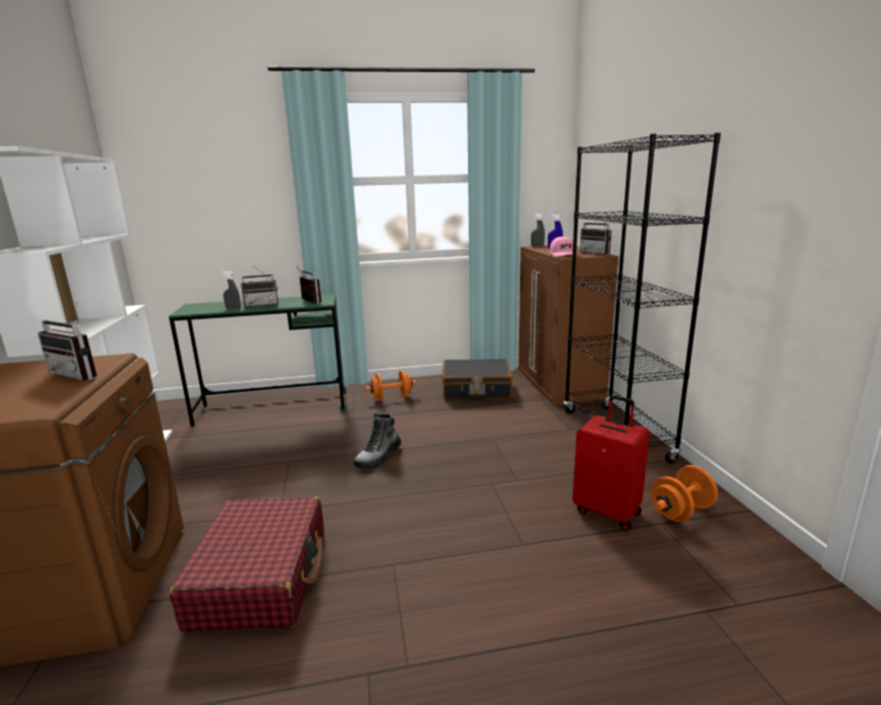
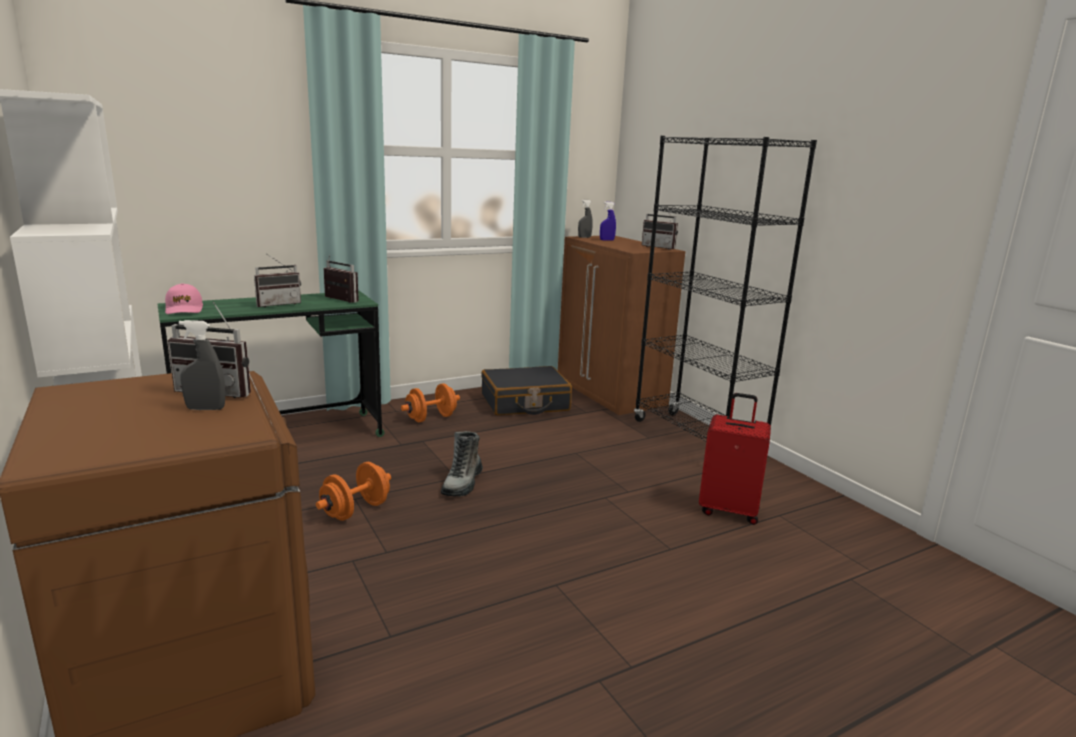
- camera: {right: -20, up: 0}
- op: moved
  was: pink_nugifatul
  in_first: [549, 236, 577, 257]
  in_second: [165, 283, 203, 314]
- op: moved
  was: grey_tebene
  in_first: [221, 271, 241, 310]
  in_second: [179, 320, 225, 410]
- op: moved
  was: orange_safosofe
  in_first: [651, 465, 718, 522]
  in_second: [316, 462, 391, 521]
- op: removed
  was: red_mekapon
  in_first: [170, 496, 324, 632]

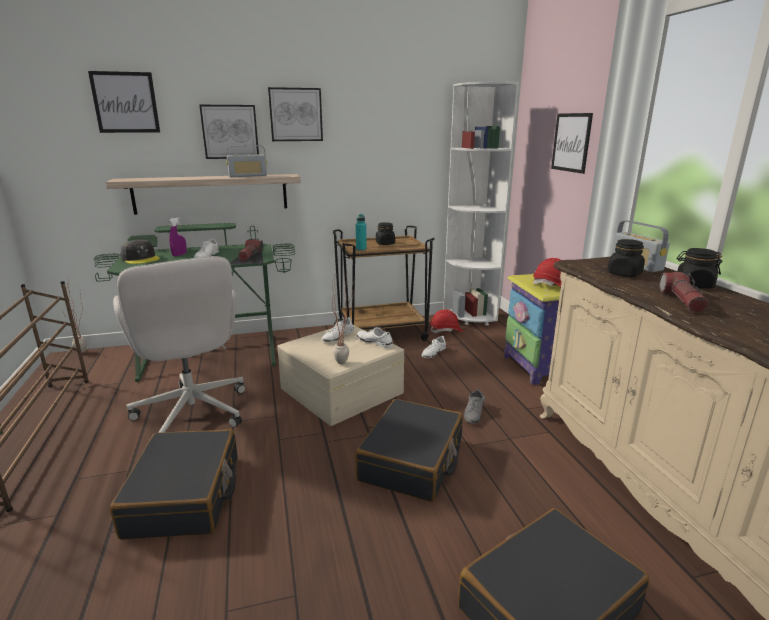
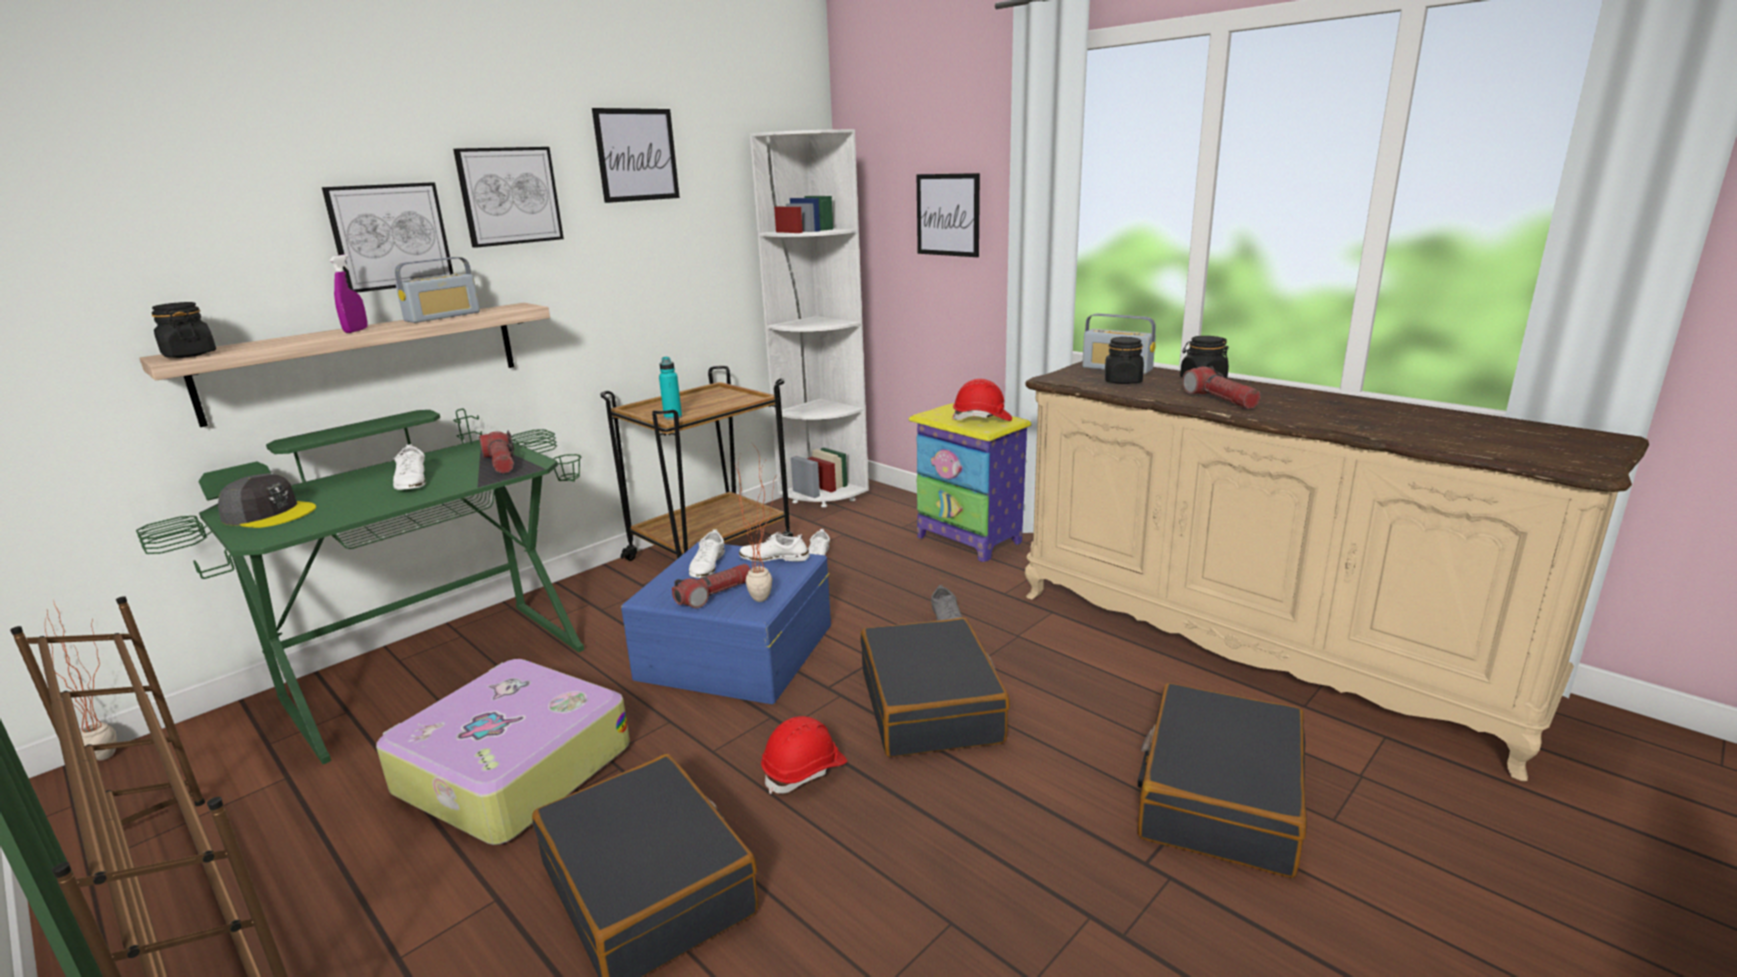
- camera: {right: -30, up: 0}
- op: moved
  was: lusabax
  in_first: [88, 71, 160, 133]
  in_second: [592, 108, 680, 203]
- op: moved
  was: purple_tebene
  in_first: [169, 217, 187, 256]
  in_second: [330, 255, 367, 333]
- op: moved
  was: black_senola
  in_first: [376, 222, 395, 245]
  in_second: [152, 302, 216, 358]
- op: replaced
  was: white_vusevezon
  now: mekapon
  in_first: [113, 256, 245, 433]
  in_second: [376, 659, 630, 845]
- op: moved
  was: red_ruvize
  in_first: [430, 309, 463, 333]
  in_second: [761, 716, 847, 794]
- op: recoloured
  was: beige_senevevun
  now: blue_senevevun
  in_first: [277, 325, 405, 426]
  in_second: [621, 541, 831, 704]
- op: added
  now: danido
  in_second: [672, 564, 750, 608]

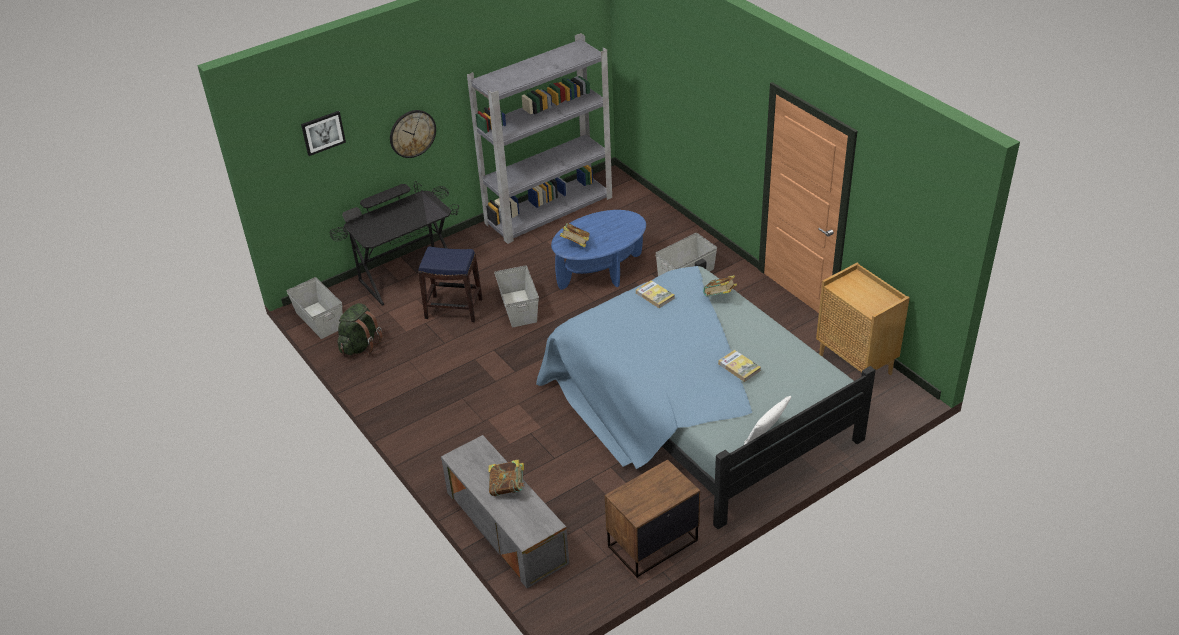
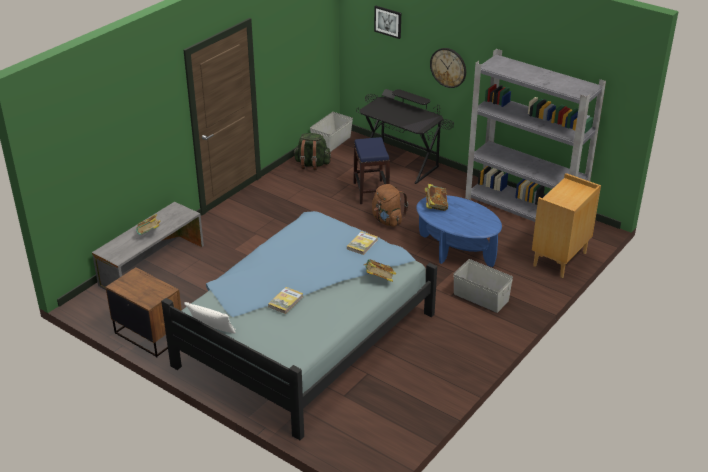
- camera: {right: 70, up: -5}
- op: moved
  was: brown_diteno
  in_first: [816, 263, 910, 375]
  in_second: [532, 173, 601, 278]
- op: replaced
  was: grey_senevevun
  now: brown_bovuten
  in_first: [494, 265, 539, 327]
  in_second: [372, 184, 408, 227]

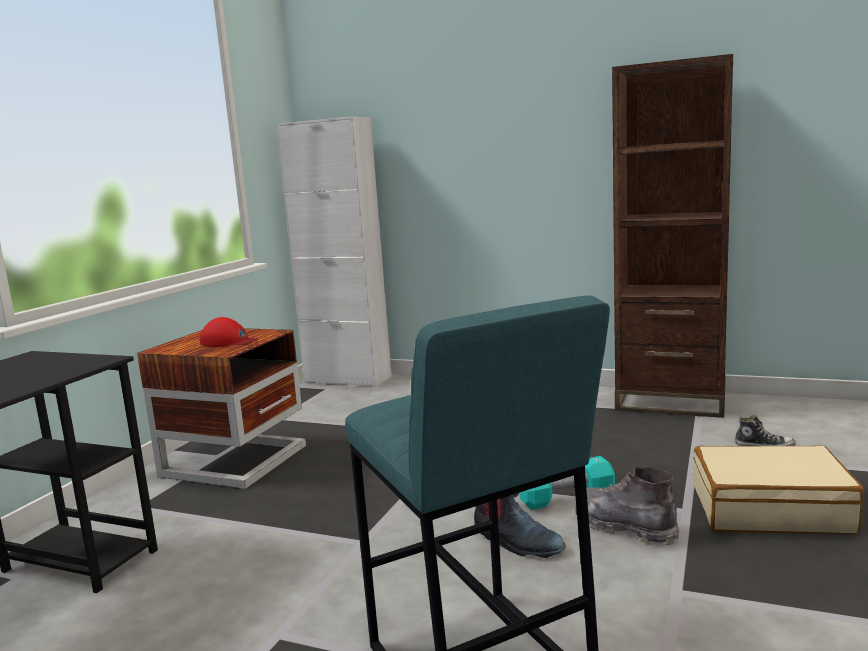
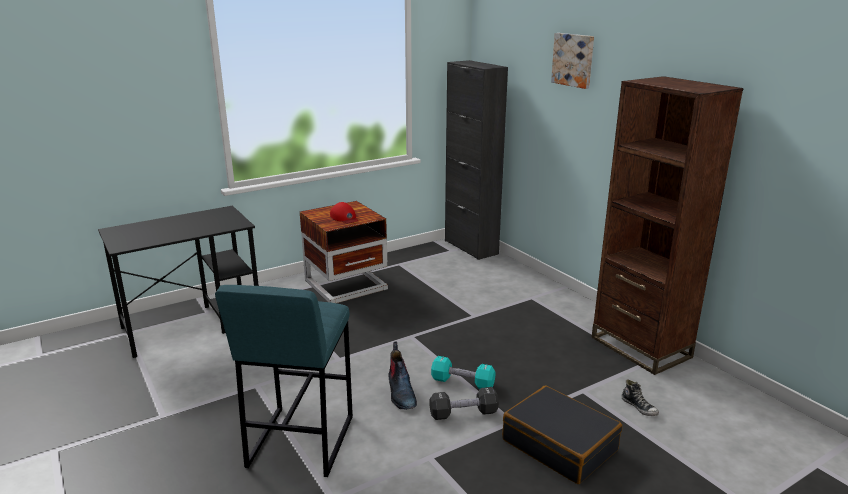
- camera: {right: 35, up: 10}
- op: recoloured
  was: white_diteno
  now: black_diteno
  in_first: [276, 116, 392, 387]
  in_second: [445, 60, 508, 260]
- op: recoloured
  was: beige_mekapon
  now: black_mekapon
  in_first: [693, 446, 864, 534]
  in_second: [502, 385, 622, 484]
- op: replaced
  was: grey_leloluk
  now: black_safosofe
  in_first: [575, 466, 680, 546]
  in_second: [429, 387, 499, 420]
- op: added
  now: lusabax
  in_second: [551, 33, 594, 89]

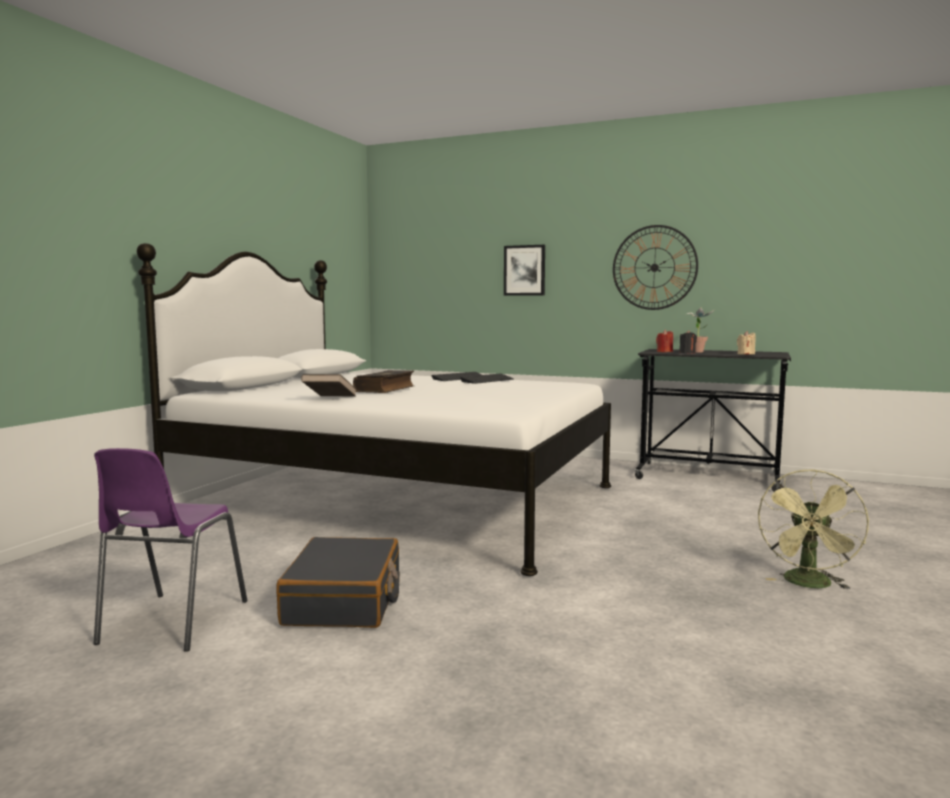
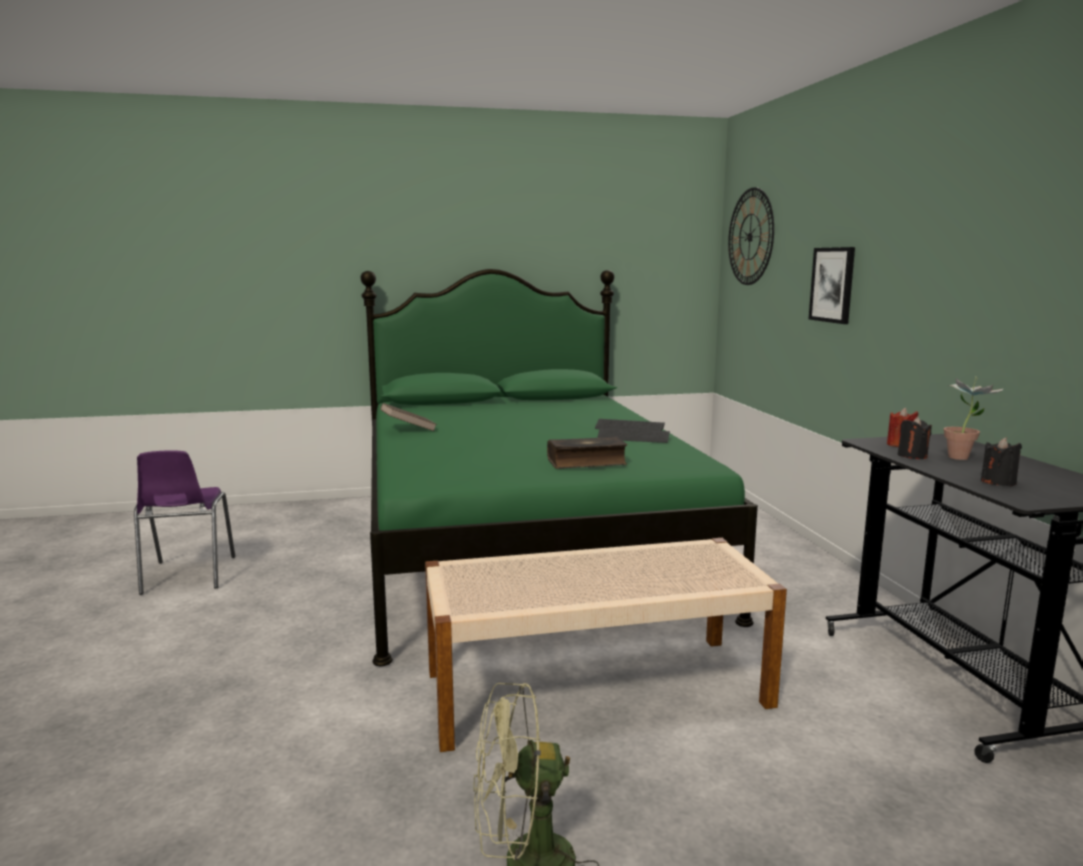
- camera: {right: 55, up: 5}
- op: moved
  was: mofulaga
  in_first: [613, 225, 698, 310]
  in_second: [728, 187, 774, 285]
- op: recoloured
  was: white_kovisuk
  now: green_kovisuk
  in_first: [137, 243, 611, 576]
  in_second: [361, 269, 758, 666]
- op: recoloured
  was: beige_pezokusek
  now: black_pezokusek
  in_first: [737, 331, 756, 355]
  in_second: [981, 438, 1022, 486]
- op: moved
  was: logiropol
  in_first: [353, 370, 414, 393]
  in_second: [547, 436, 627, 469]
- op: turned
  was: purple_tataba
  in_first: [93, 448, 247, 652]
  in_second: [134, 450, 235, 595]
  clockwise: -75
- op: removed
  was: black_mekapon
  in_first: [276, 537, 400, 628]
- op: added
  now: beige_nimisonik
  in_second: [425, 538, 787, 752]

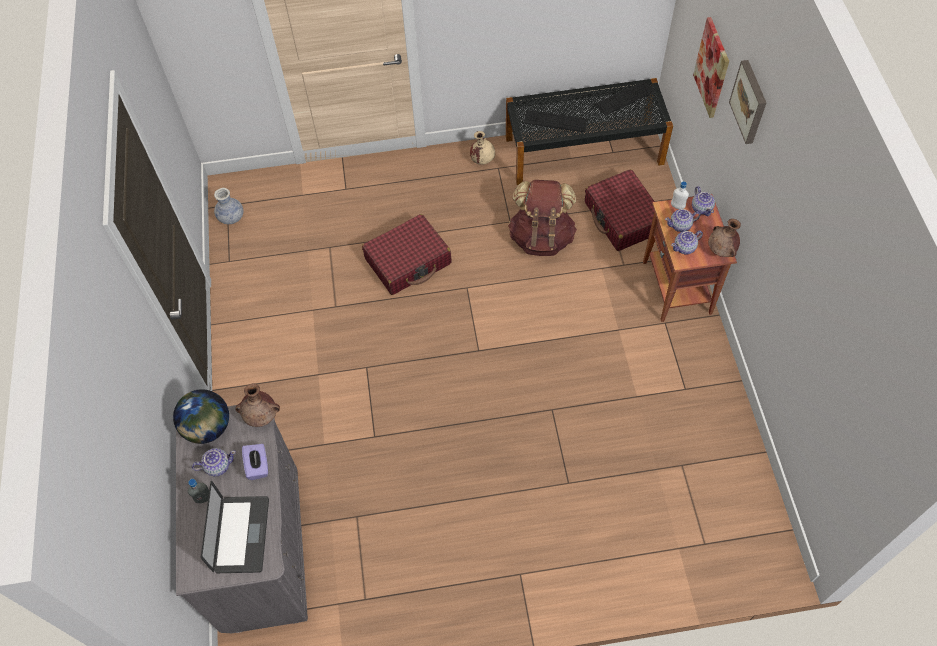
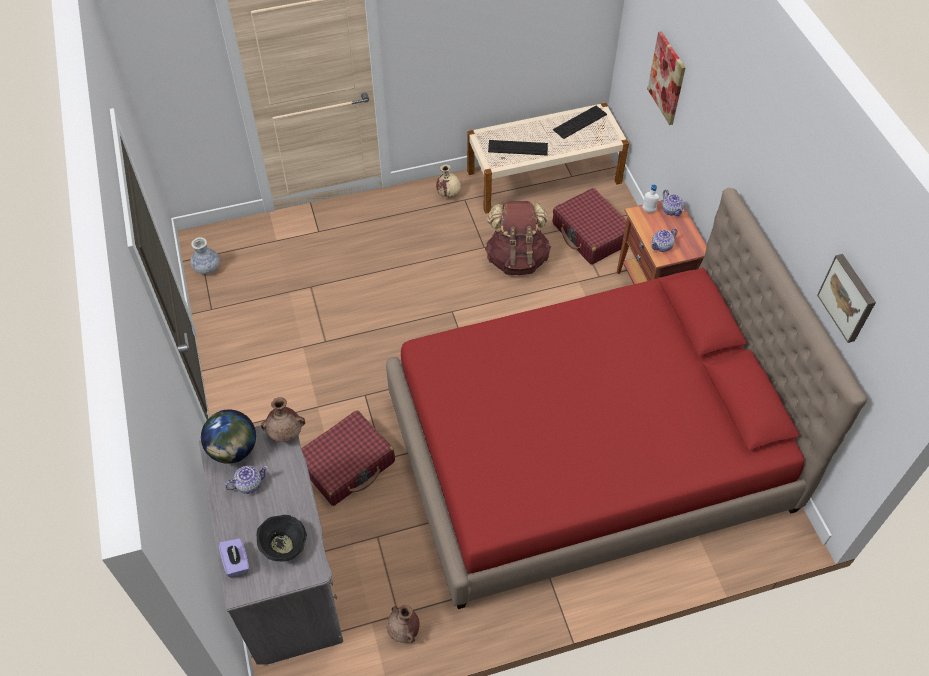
- camera: {right: -10, up: -5}
- op: moved
  was: lusabax
  in_first: [729, 60, 766, 144]
  in_second: [817, 254, 876, 343]
- op: recoloured
  was: black_nimisonik
  now: beige_nimisonik
  in_first: [506, 78, 673, 185]
  in_second: [467, 102, 629, 214]
- op: removed
  was: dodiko
  in_first: [665, 209, 700, 232]
- op: moved
  was: red_mekapon
  in_first: [362, 214, 451, 295]
  in_second: [301, 410, 395, 506]
- op: moved
  was: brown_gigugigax
  in_first: [708, 219, 741, 257]
  in_second: [386, 605, 420, 643]
- op: moved
  was: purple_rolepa
  in_first: [242, 444, 268, 480]
  in_second: [218, 538, 249, 578]
- op: removed
  was: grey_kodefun
  in_first: [188, 479, 209, 503]
- op: replaced
  was: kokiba
  now: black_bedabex
  in_first: [201, 481, 269, 573]
  in_second: [257, 515, 307, 562]
- op: added
  now: red_kovisuk
  in_second: [386, 188, 867, 609]

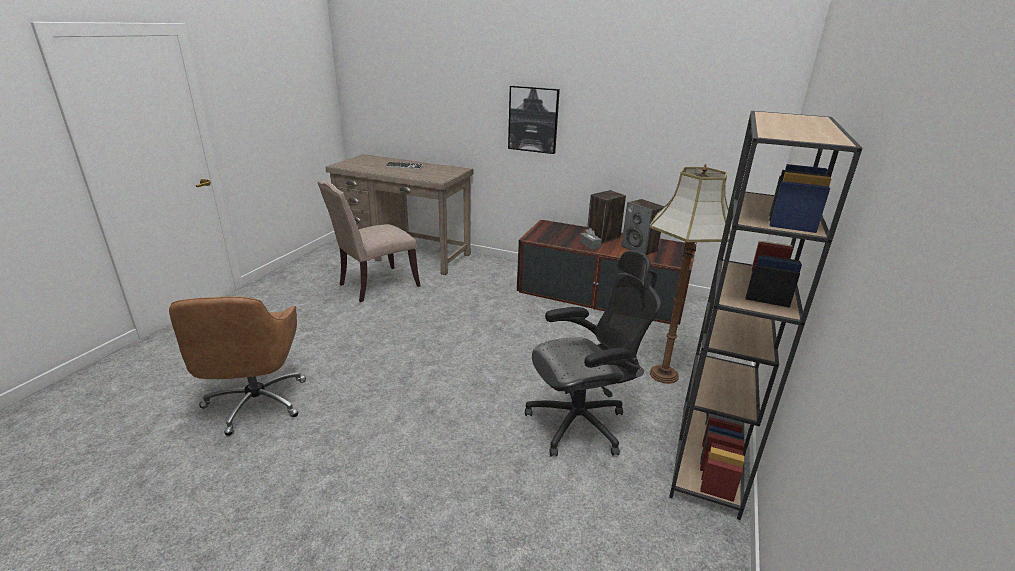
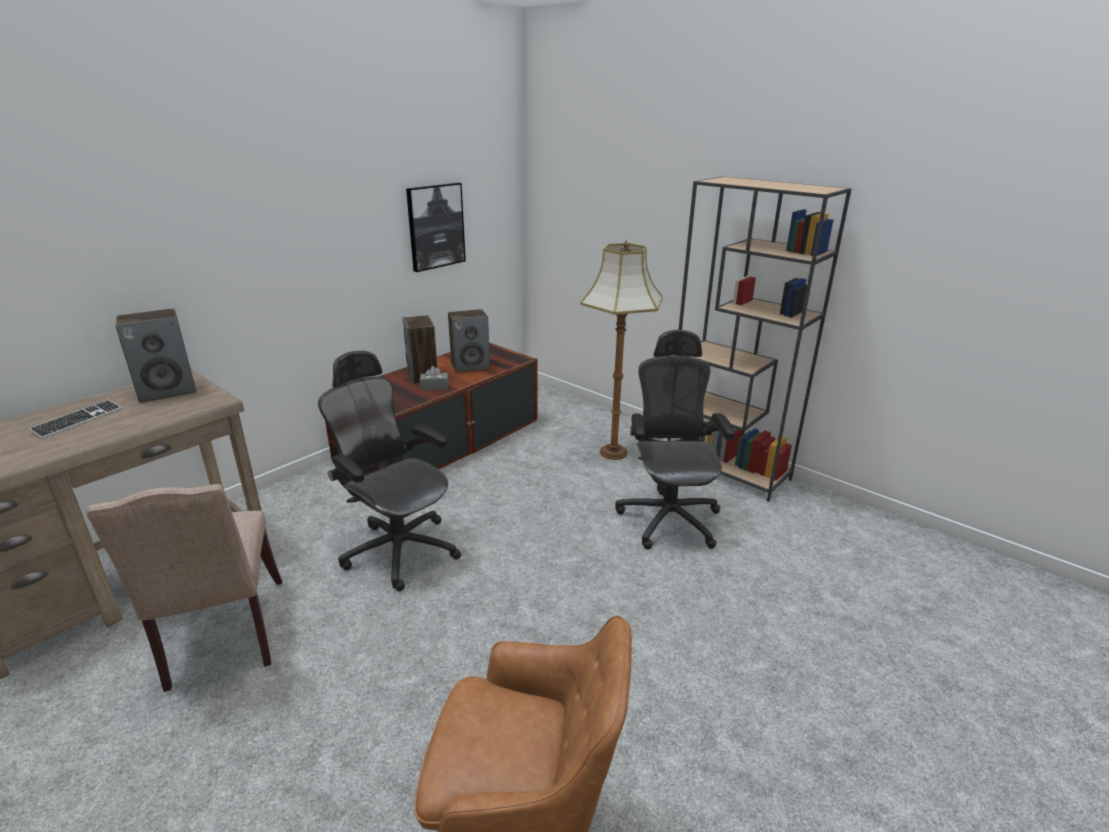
- camera: {right: -70, up: 0}
- op: moved
  was: lusabax
  in_first: [508, 86, 560, 154]
  in_second: [406, 183, 466, 272]
- op: added
  now: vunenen
  in_second: [115, 308, 196, 403]
- op: added
  now: vusevezon
  in_second: [318, 351, 461, 591]

